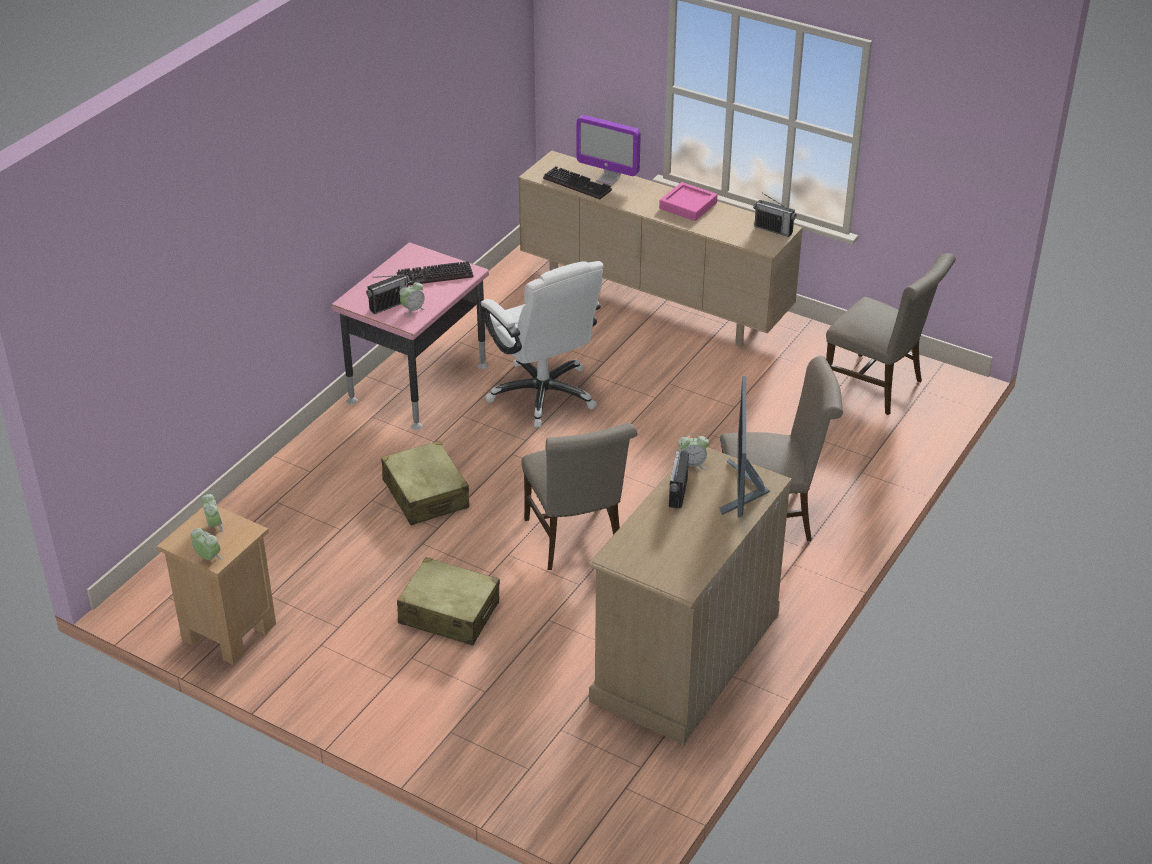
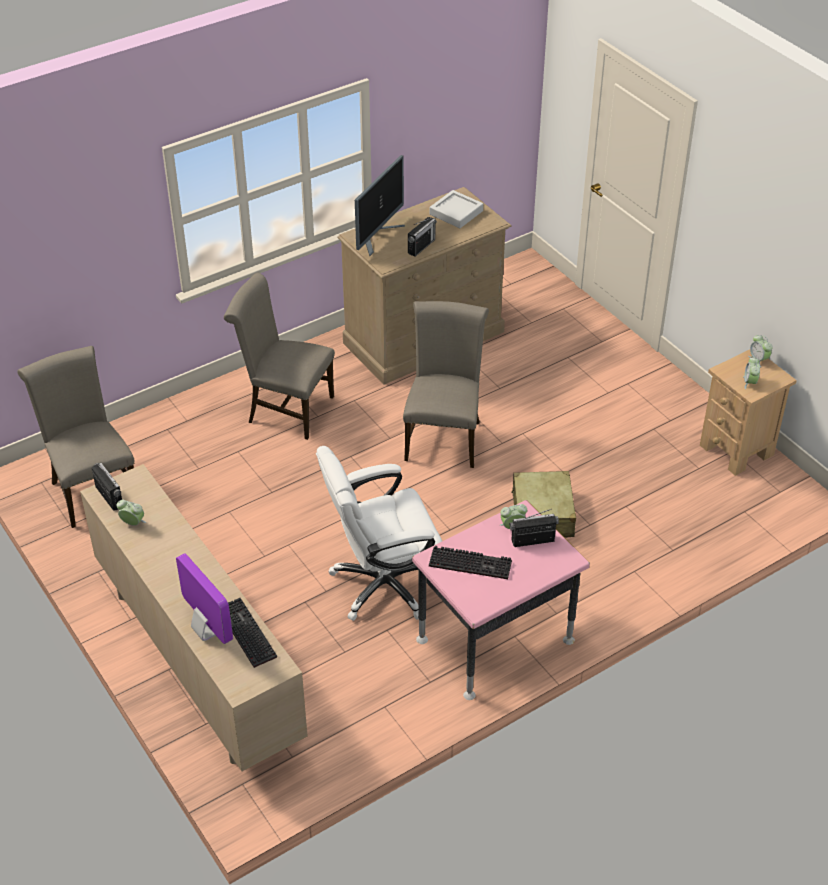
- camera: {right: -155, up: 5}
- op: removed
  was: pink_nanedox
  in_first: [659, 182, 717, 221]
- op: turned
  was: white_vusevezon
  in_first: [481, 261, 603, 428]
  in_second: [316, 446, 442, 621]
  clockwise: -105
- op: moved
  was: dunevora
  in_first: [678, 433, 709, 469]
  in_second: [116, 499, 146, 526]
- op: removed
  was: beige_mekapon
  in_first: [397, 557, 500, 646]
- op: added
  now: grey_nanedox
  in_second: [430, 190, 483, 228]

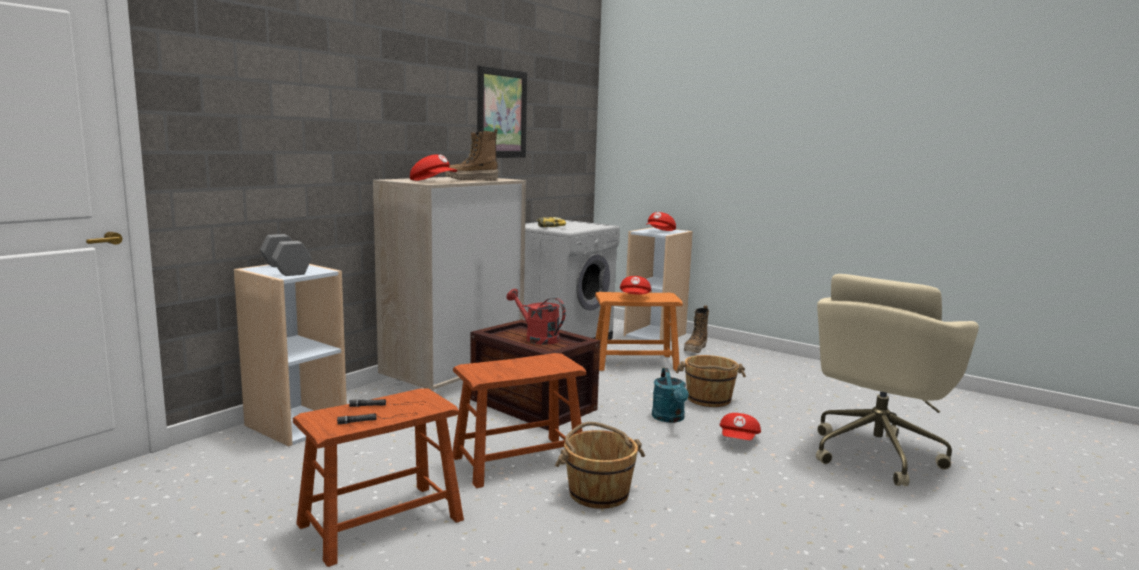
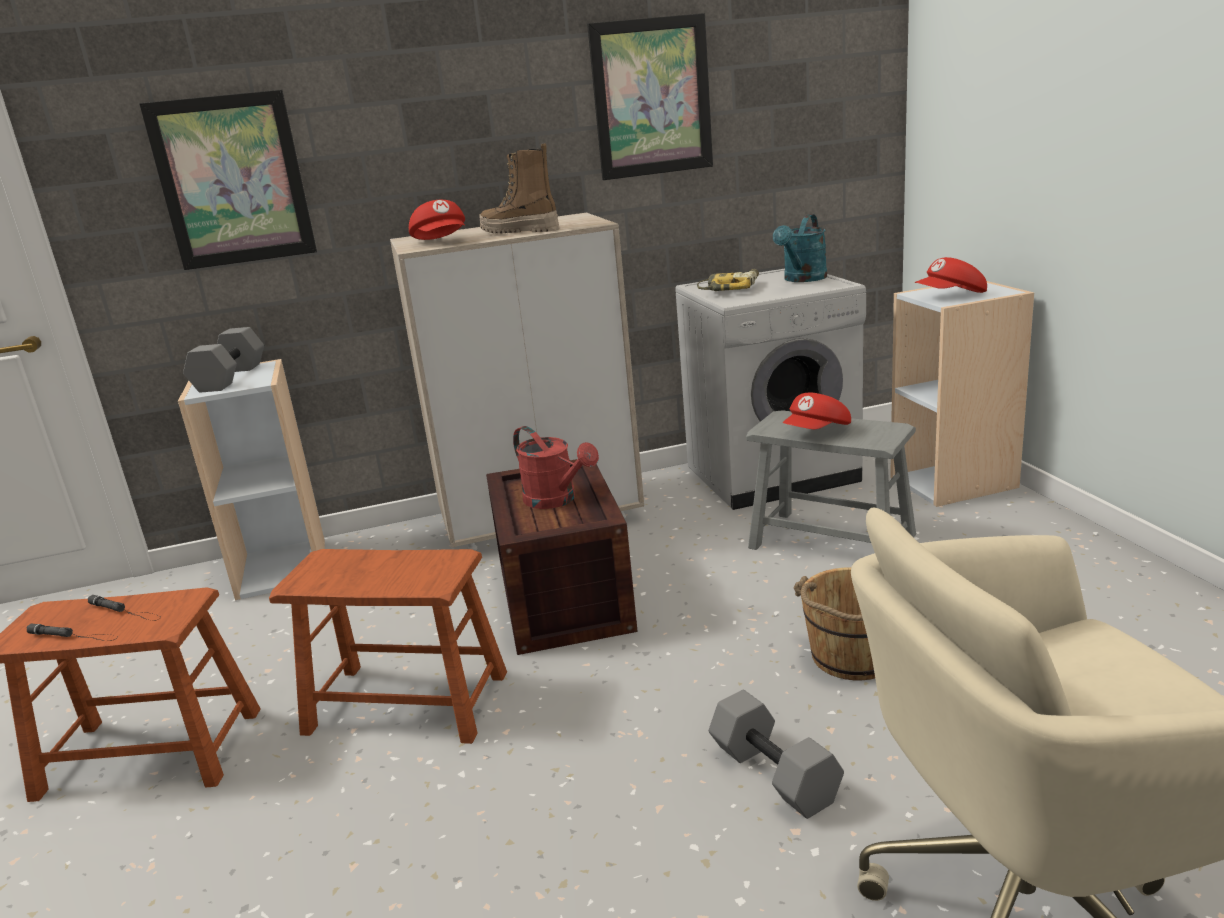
- camera: {right: 40, up: 10}
- op: turned
  was: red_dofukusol
  in_first: [507, 289, 566, 345]
  in_second: [513, 426, 599, 509]
  clockwise: 150
- op: recoloured
  was: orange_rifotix
  now: grey_rifotix
  in_first: [595, 292, 683, 371]
  in_second: [746, 410, 916, 550]
- op: removed
  was: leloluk
  in_first: [684, 305, 709, 353]
- op: moved
  was: turquoise_dofukusol
  in_first: [652, 368, 689, 423]
  in_second: [773, 214, 827, 282]
- op: replaced
  was: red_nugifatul
  now: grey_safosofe
  in_first: [720, 413, 761, 440]
  in_second: [709, 690, 844, 819]
- op: removed
  was: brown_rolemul
  in_first: [555, 422, 645, 509]
- op: added
  now: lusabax
  in_second: [139, 89, 317, 270]

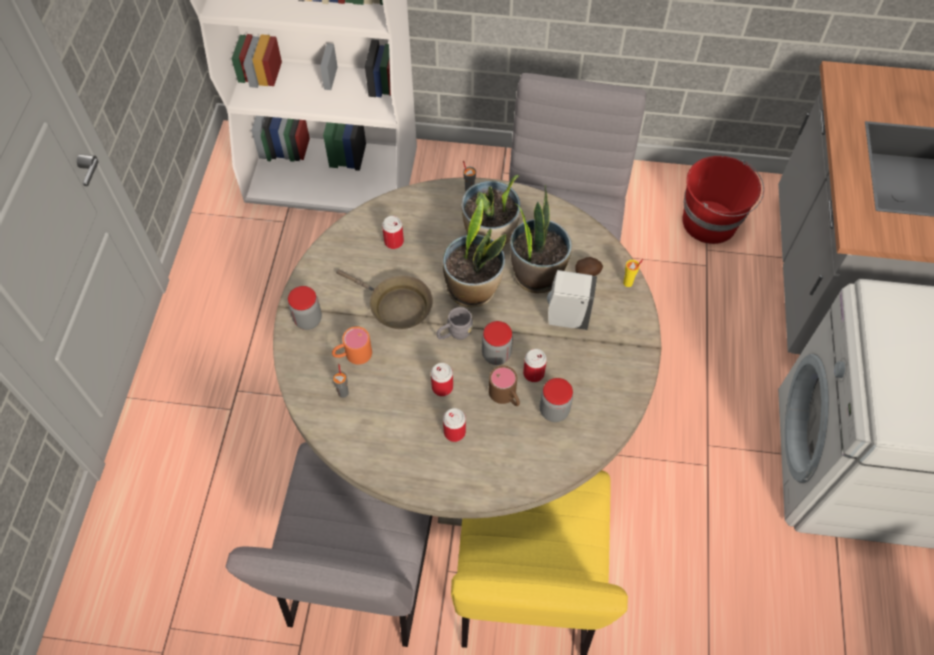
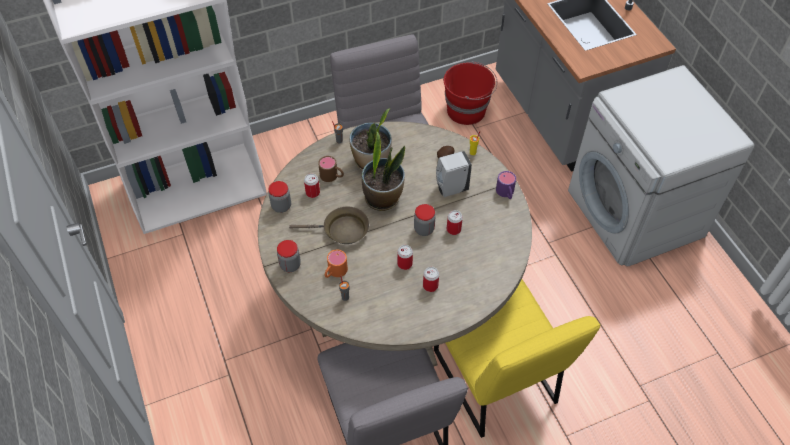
- camera: {right: -30, up: -5}
- op: removed
  was: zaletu
  in_first: [510, 185, 572, 293]
- op: removed
  was: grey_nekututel
  in_first: [437, 307, 473, 340]
- op: moved
  was: brown_nekututel
  in_first: [489, 366, 520, 406]
  in_second: [318, 156, 344, 182]
- op: moved
  was: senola
  in_first: [540, 378, 573, 422]
  in_second: [268, 181, 291, 213]
- op: added
  now: purple_nekututel
  in_second: [496, 171, 516, 199]

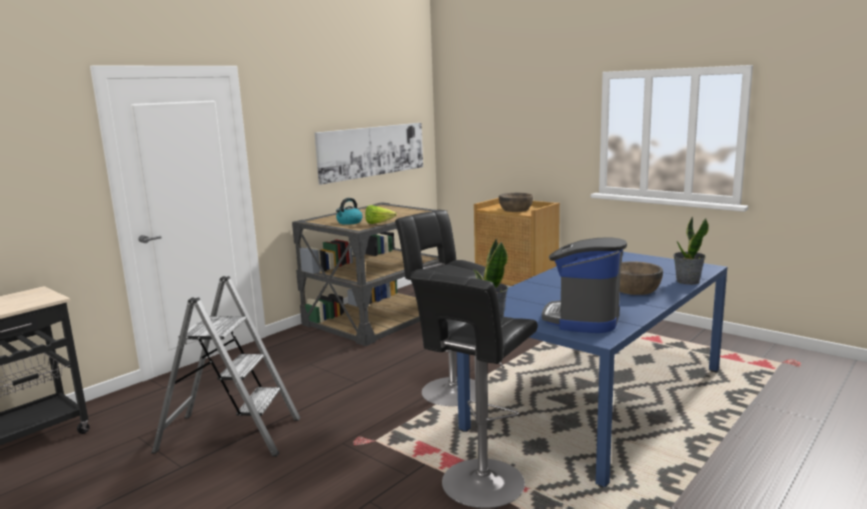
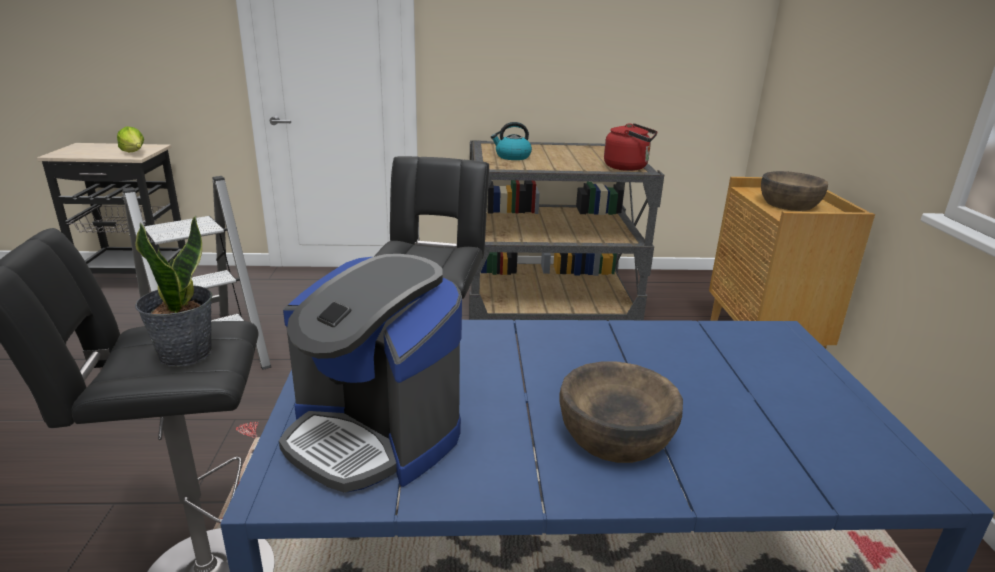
- camera: {right: 45, up: 10}
- op: removed
  was: lusabax
  in_first: [315, 123, 423, 185]
- op: moved
  was: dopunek
  in_first: [365, 205, 397, 224]
  in_second: [117, 126, 144, 153]
- op: removed
  was: zaletu
  in_first: [673, 217, 709, 285]
- op: turned
  was: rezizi
  in_first: [542, 238, 627, 333]
  in_second: [279, 254, 462, 493]
  clockwise: -120
- op: added
  now: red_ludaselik
  in_second: [604, 123, 657, 171]

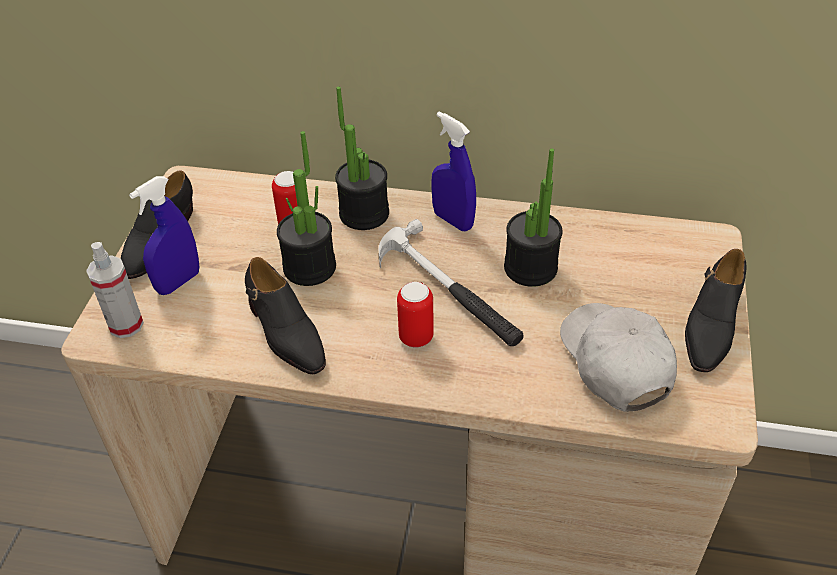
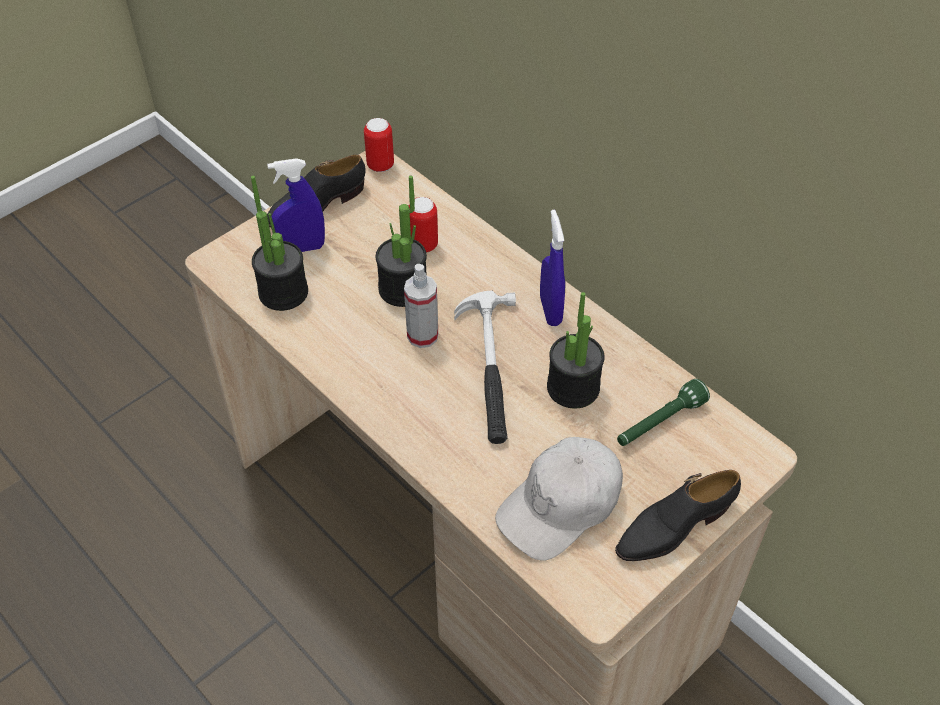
- camera: {right: 35, up: 5}
- op: moved
  was: zaletu
  in_first: [335, 86, 389, 230]
  in_second: [251, 176, 308, 311]
- op: moved
  was: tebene
  in_first: [86, 242, 144, 338]
  in_second: [404, 264, 438, 348]
- op: removed
  was: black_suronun
  in_first: [245, 257, 326, 374]
- op: moved
  was: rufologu
  in_first: [397, 282, 434, 348]
  in_second: [364, 118, 394, 172]
- op: turned
  was: white_nugifatul
  in_first: [560, 303, 677, 412]
  in_second: [495, 437, 623, 561]
  clockwise: -150
- op: added
  now: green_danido
  in_second: [617, 379, 710, 446]

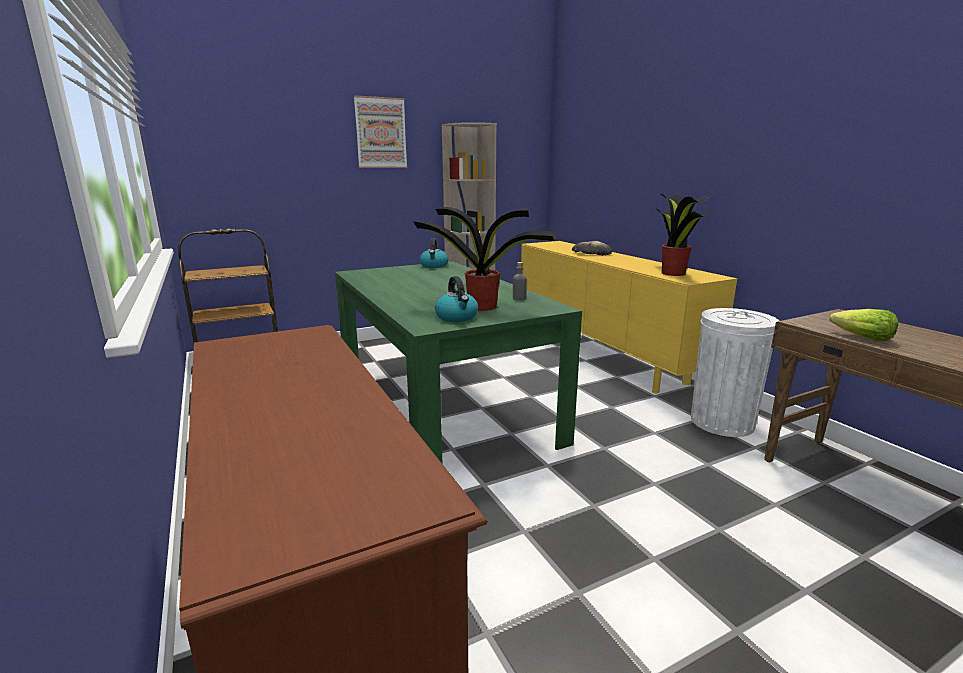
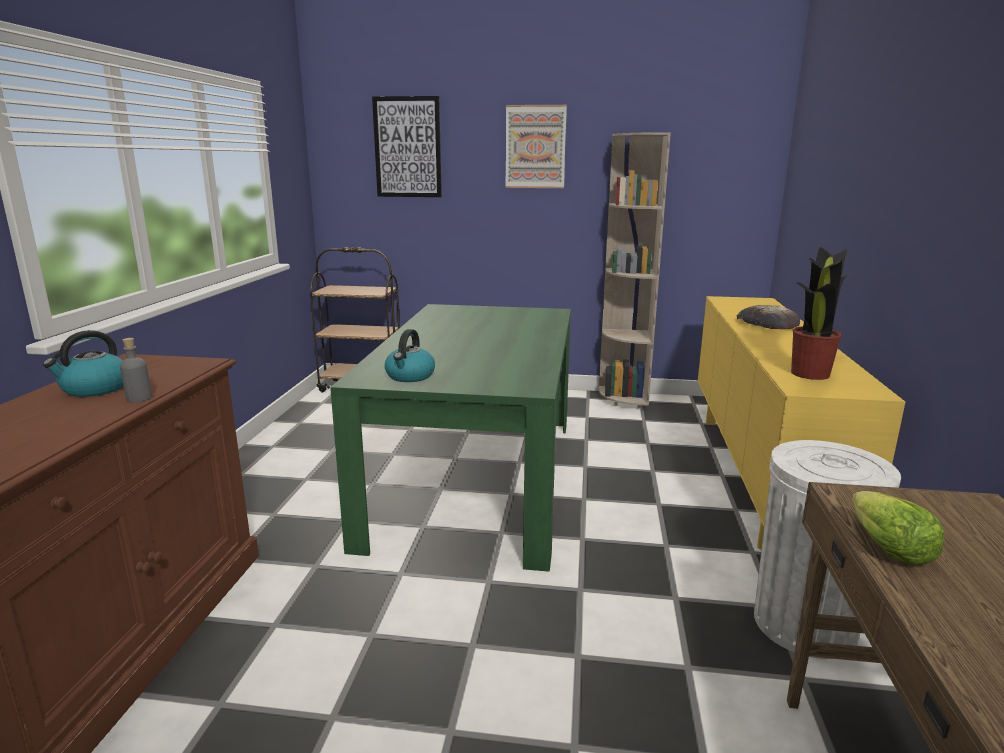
- camera: {right: 35, up: 0}
- op: removed
  was: zaletu
  in_first: [414, 207, 557, 311]
- op: moved
  was: ludaselik
  in_first: [420, 238, 448, 268]
  in_second: [43, 330, 123, 397]
- op: moved
  was: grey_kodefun
  in_first: [513, 262, 527, 300]
  in_second: [120, 338, 152, 402]
- op: added
  now: lusabax
  in_second: [372, 96, 442, 197]

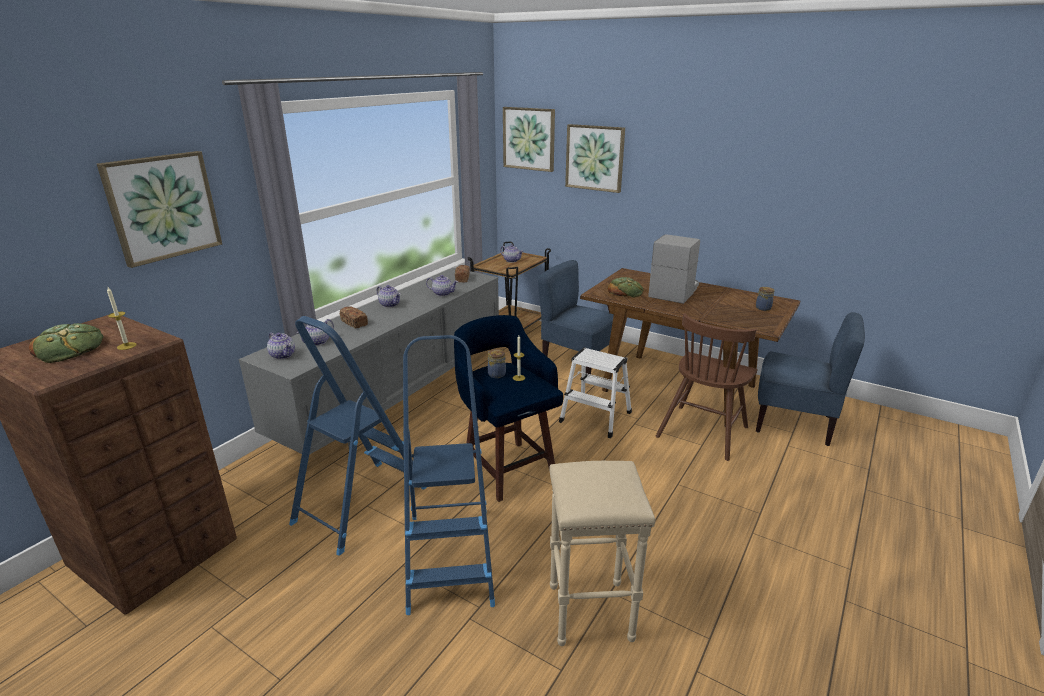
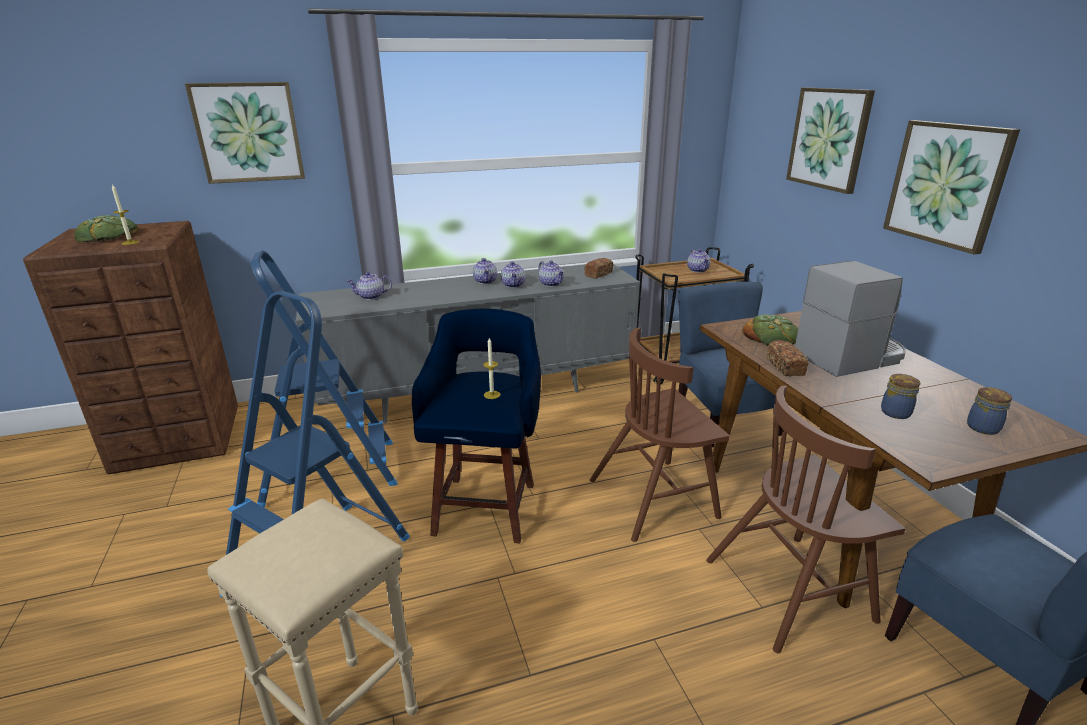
- camera: {right: 40, up: 0}
- op: moved
  was: lusabax
  in_first: [503, 107, 555, 172]
  in_second: [883, 120, 1020, 254]
- op: moved
  was: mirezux
  in_first: [340, 306, 368, 328]
  in_second: [767, 340, 808, 377]
- op: moved
  was: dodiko
  in_first: [267, 332, 295, 359]
  in_second: [501, 261, 525, 288]
- op: replaced
  was: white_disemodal
  now: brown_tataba
  in_first: [559, 347, 632, 438]
  in_second: [589, 327, 730, 542]
- op: moved
  was: senola
  in_first: [488, 349, 506, 378]
  in_second: [881, 374, 920, 419]

